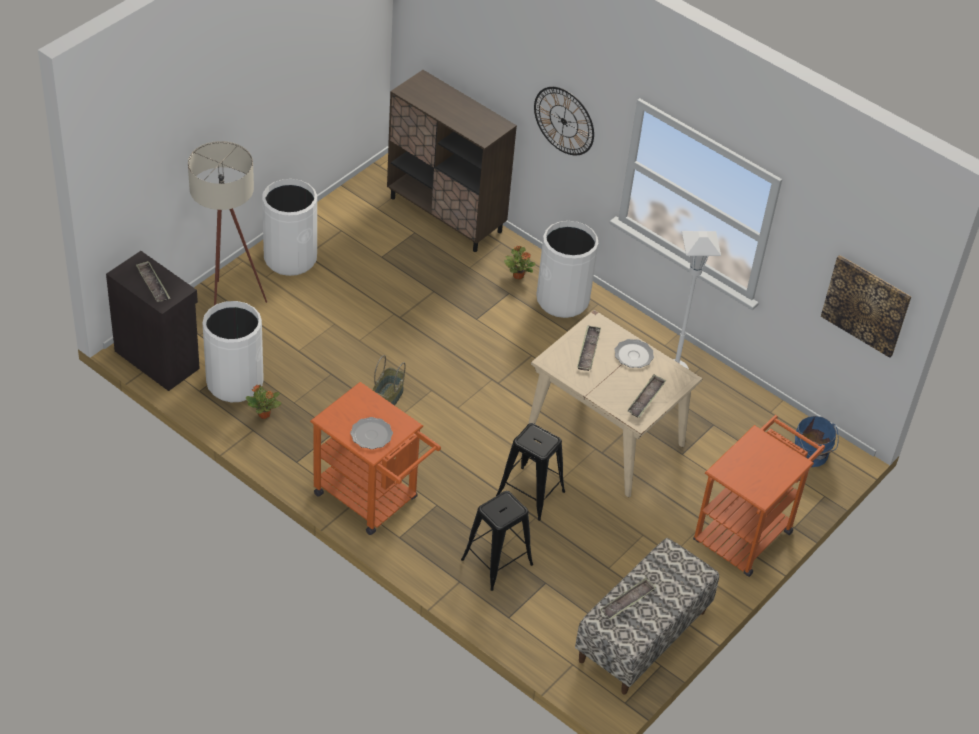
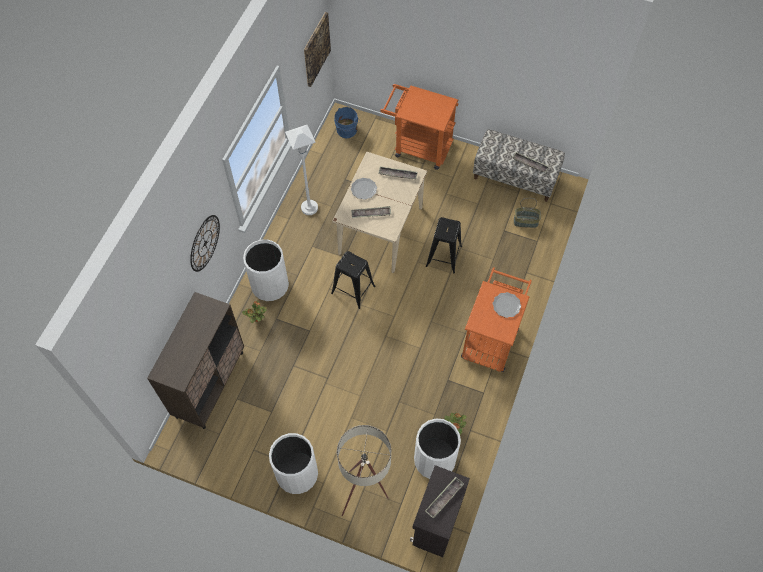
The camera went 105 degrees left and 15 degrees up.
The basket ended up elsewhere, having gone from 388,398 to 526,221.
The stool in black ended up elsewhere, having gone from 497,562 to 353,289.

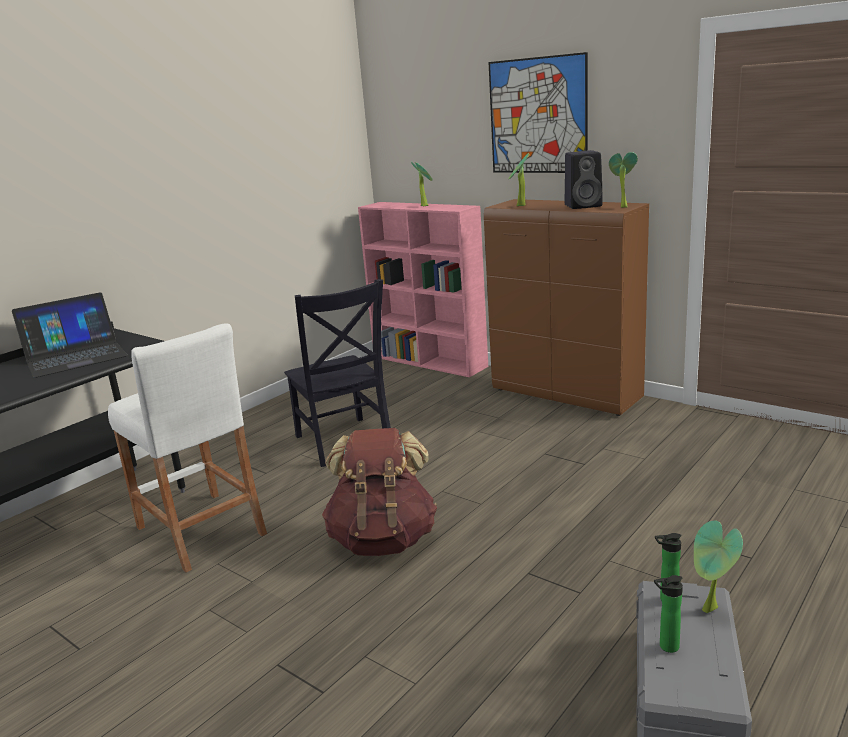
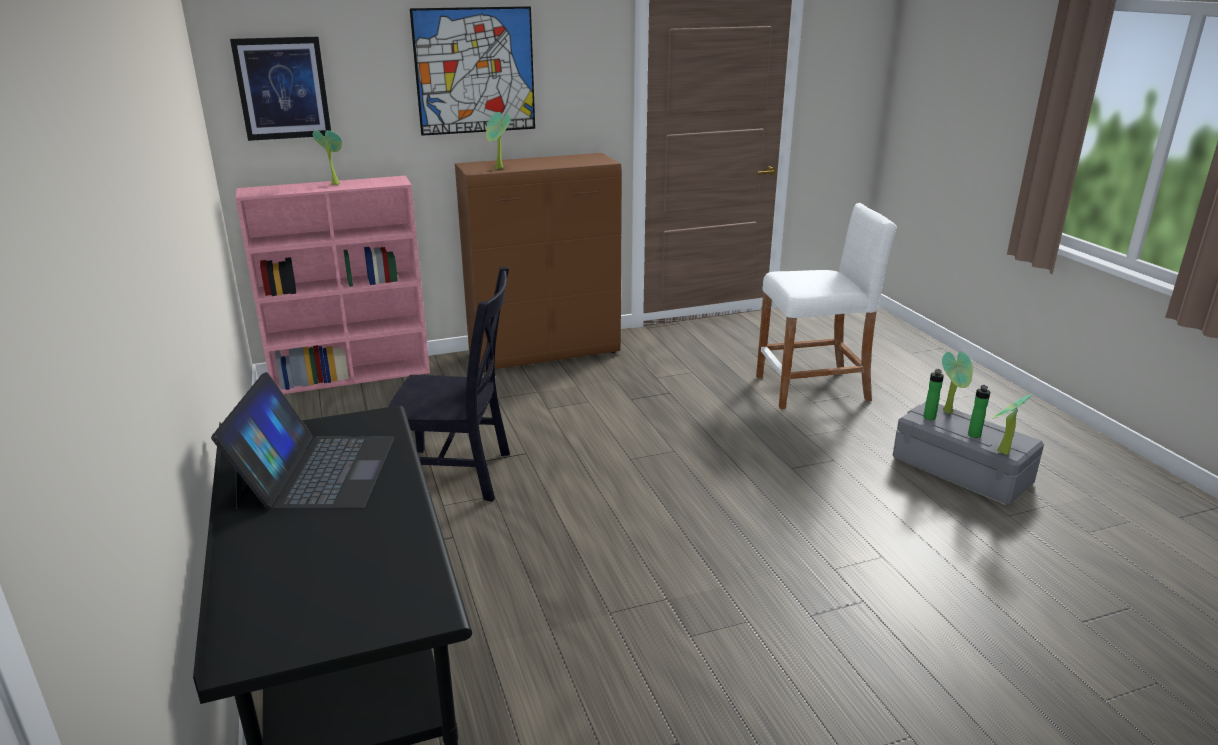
The camera went 60 degrees left and 5 degrees up.
The second view lost the backpack in brown at 383,539.
The second view lost the speaker in black at 584,206.
The second view gained the picture at 282,88.
The stool in white ended up elsewhere, having gone from 201,530 to 812,389.
The potted plant ended up elsewhere, having gone from 622,207 to 1001,452.

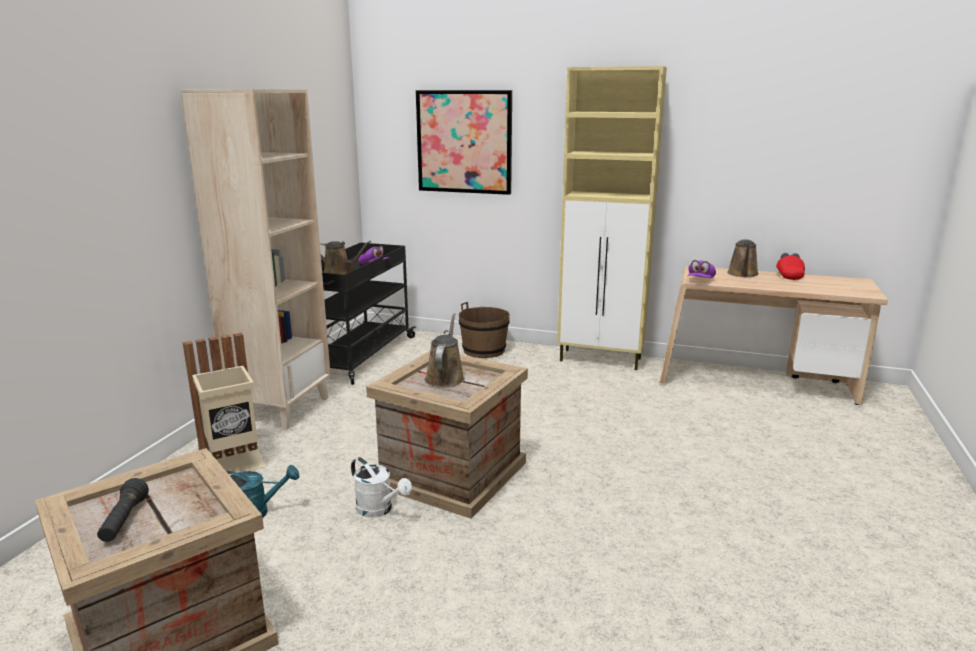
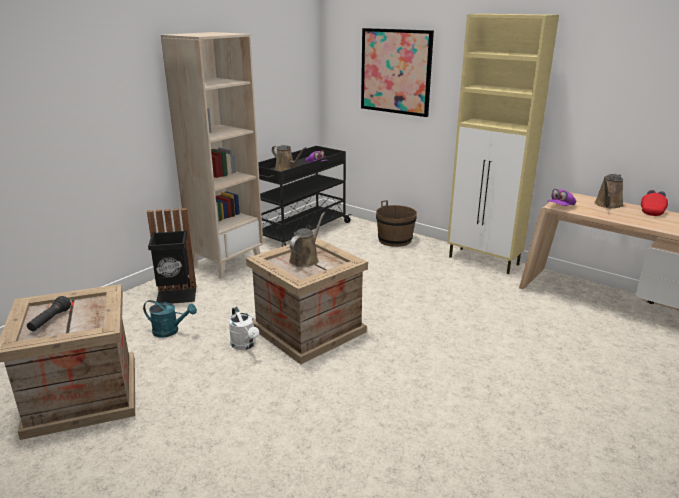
The camera went 20 degrees right and 5 degrees up.
What was the trash can in beige at 234,464 turned into the trash can in black at 176,296.

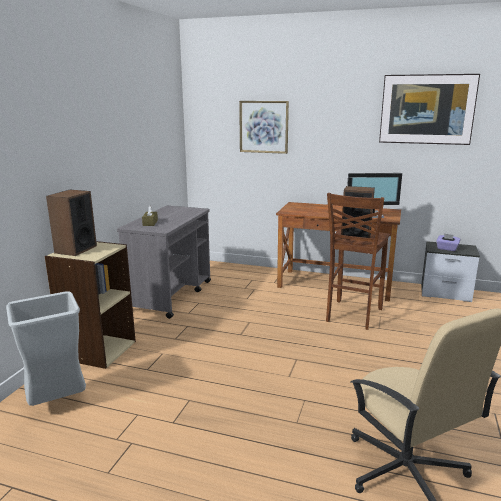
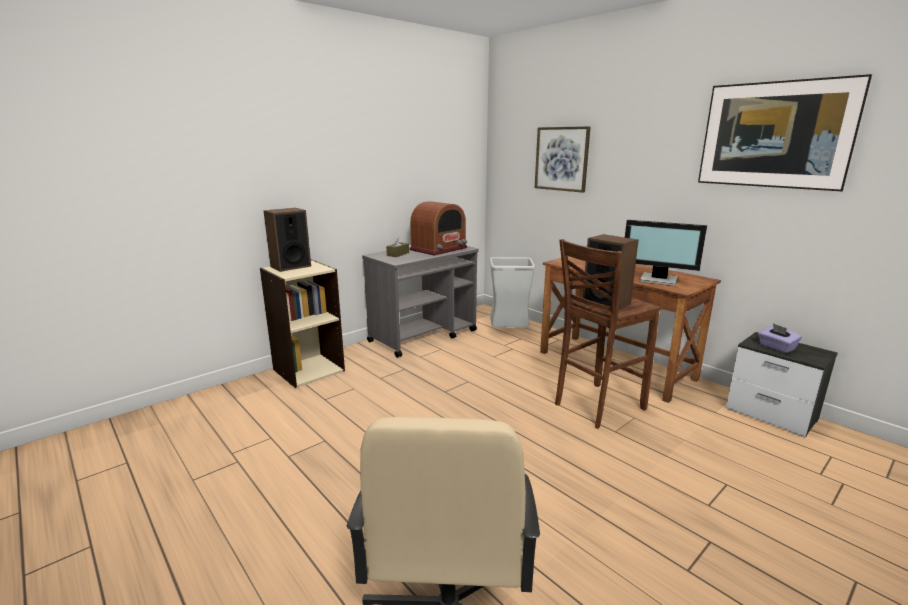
The camera went 30 degrees right and 0 degrees up.
The second view gained the radio at 439,249.
The trash can in grey ended up elsewhere, having gone from 58,403 to 509,334.

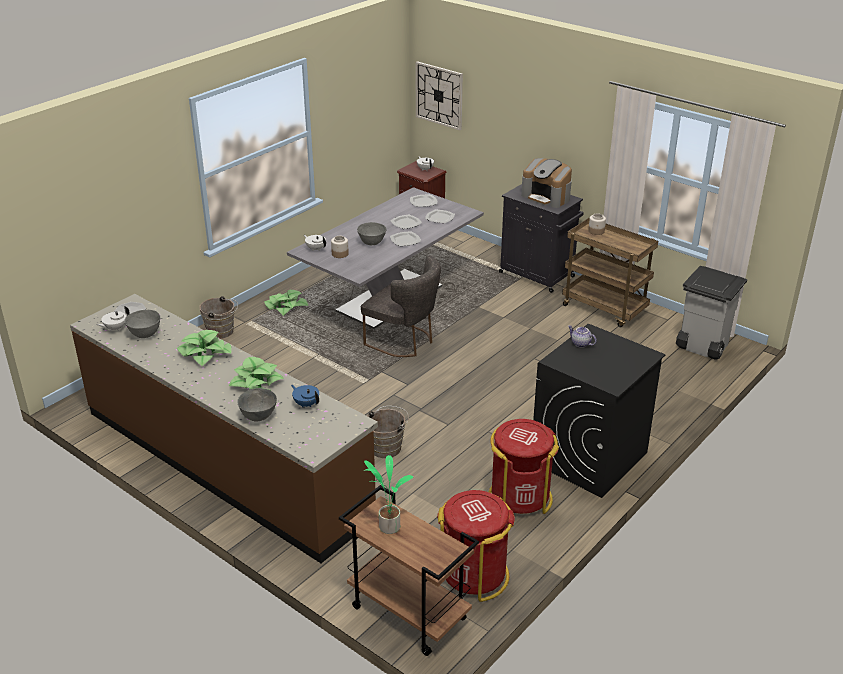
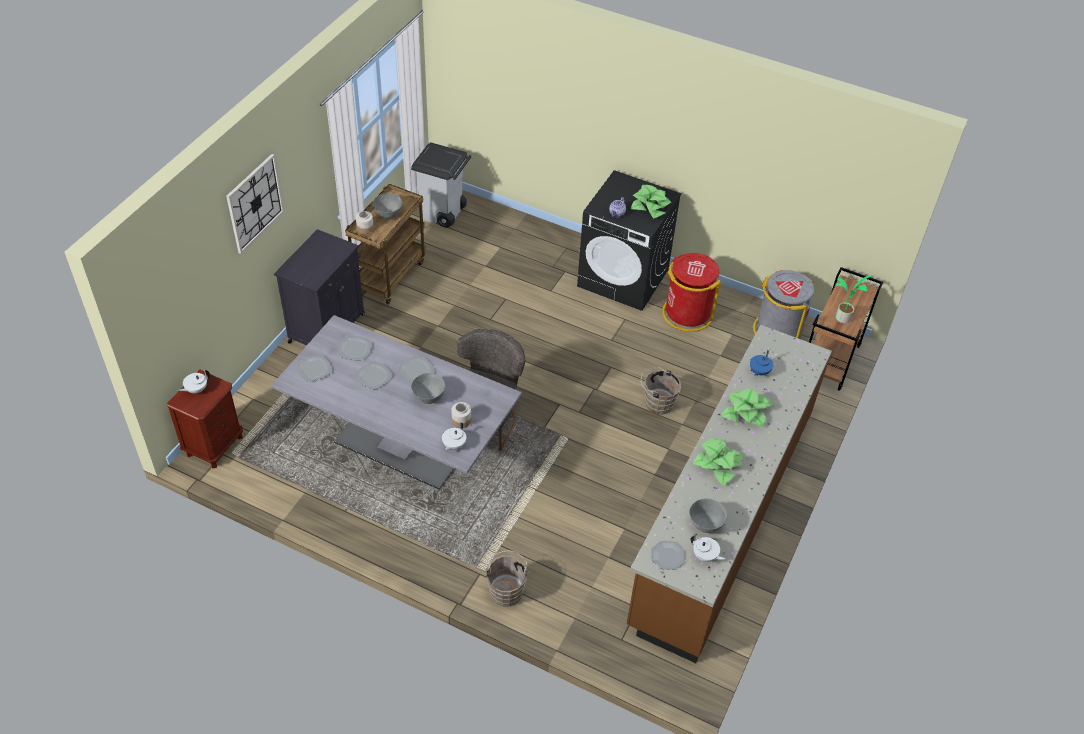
The camera went 105 degrees left and 15 degrees up.
The second view lost the coffee machine at 546,197.
The bowl in grey ended up elsewhere, having gone from 258,417 to 388,215.
The potted plant ended up elsewhere, having gone from 286,307 to 650,206.
The wall clock ended up elsewhere, having gone from 439,95 to 255,203.
What was the trash can in red at 474,575 turned into the trash can in grey at 777,330.

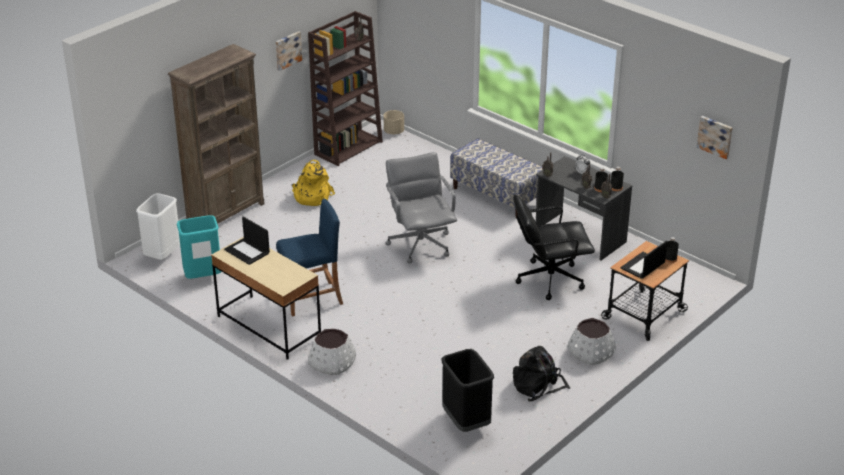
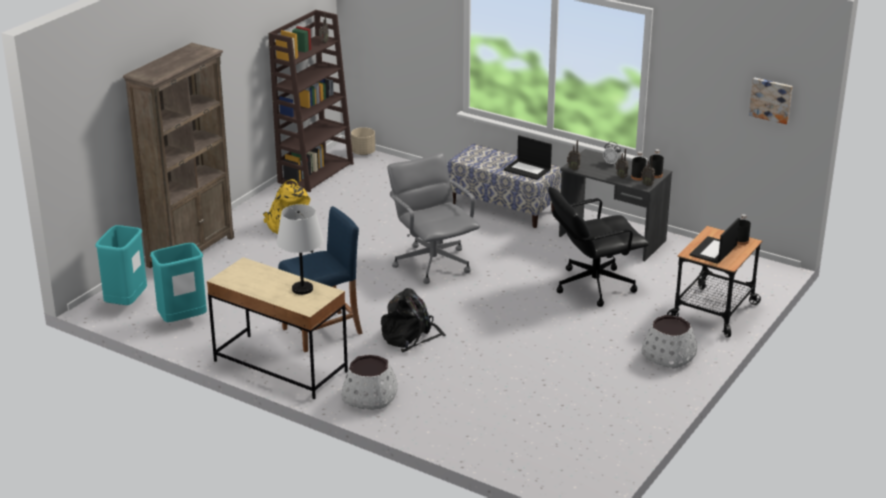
The camera went 10 degrees left and 5 degrees down.
The second view lost the picture at 287,50.
The second view lost the trash can in black at 466,422.
The second view gained the table lamp in white at 302,289.
The laptop ended up elsewhere, having gone from 247,251 to 528,170.
The backpack in black ended up elsewhere, having gone from 538,386 to 410,337.
What was the trash can in white at 163,256 turned into the trash can in turquoise at 126,303.

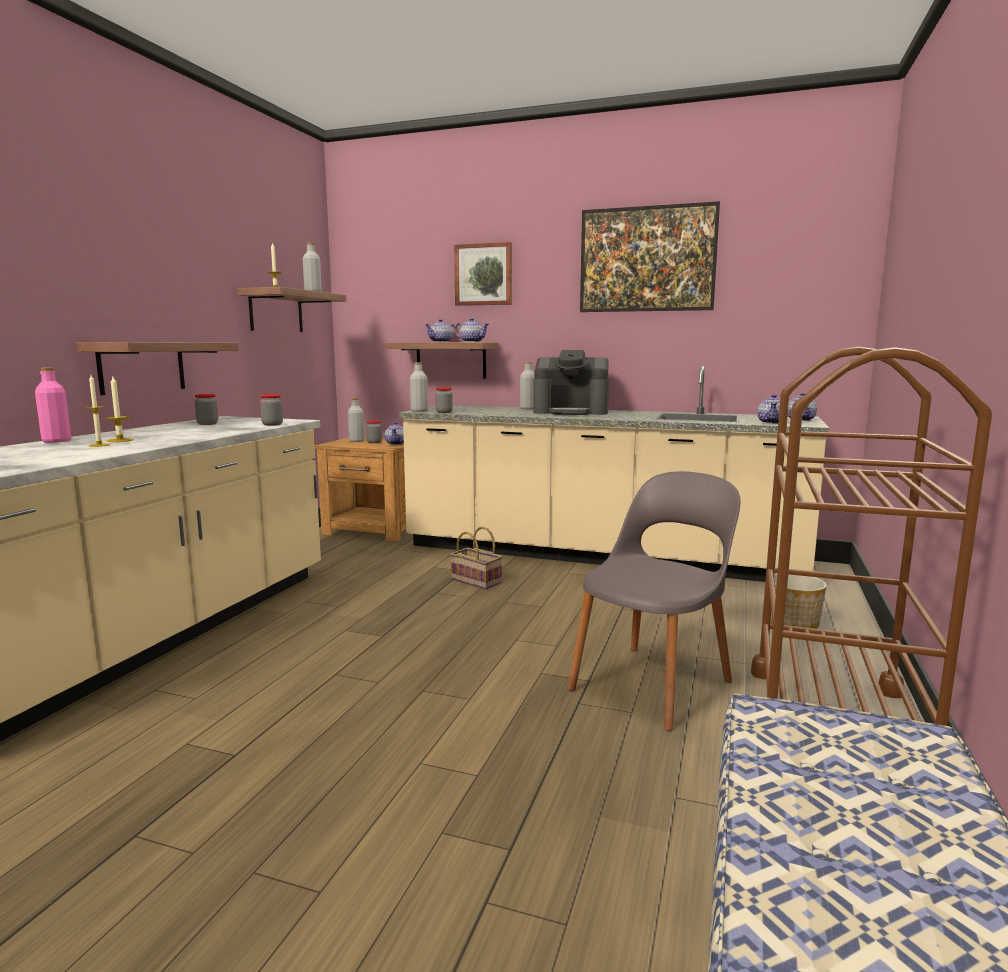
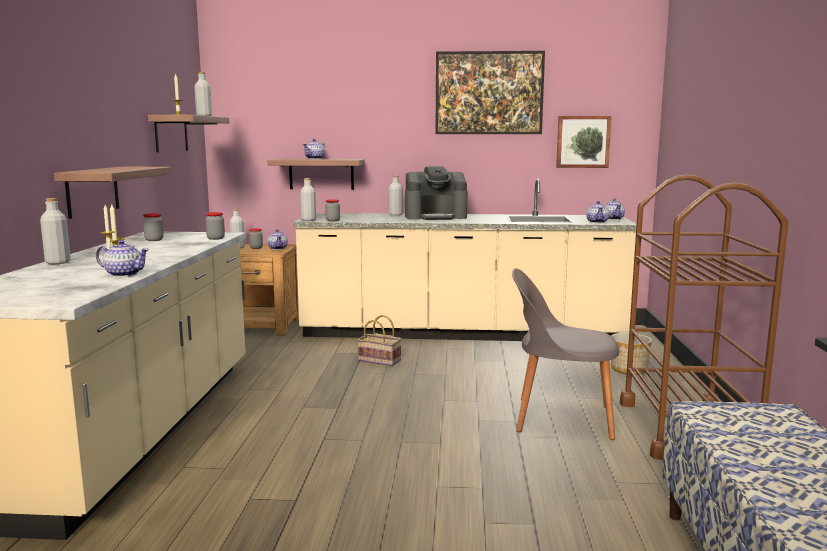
The camera went 15 degrees left and 0 degrees up.
The picture ended up elsewhere, having gone from 484,274 to 583,142.
The teapot ended up elsewhere, having gone from 471,342 to 124,274.
What was the bottle in pink at 56,441 turned into the bottle in grey at 58,262.
The chair in grey at 653,683 ended up facing another way, 105 degrees counterclockwise from before.

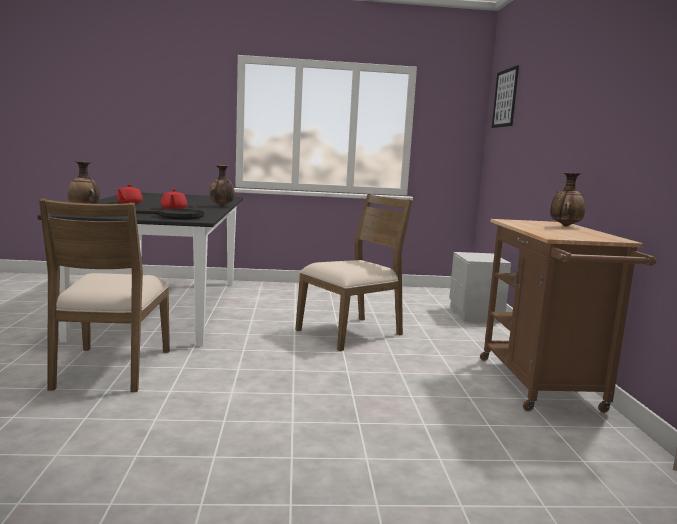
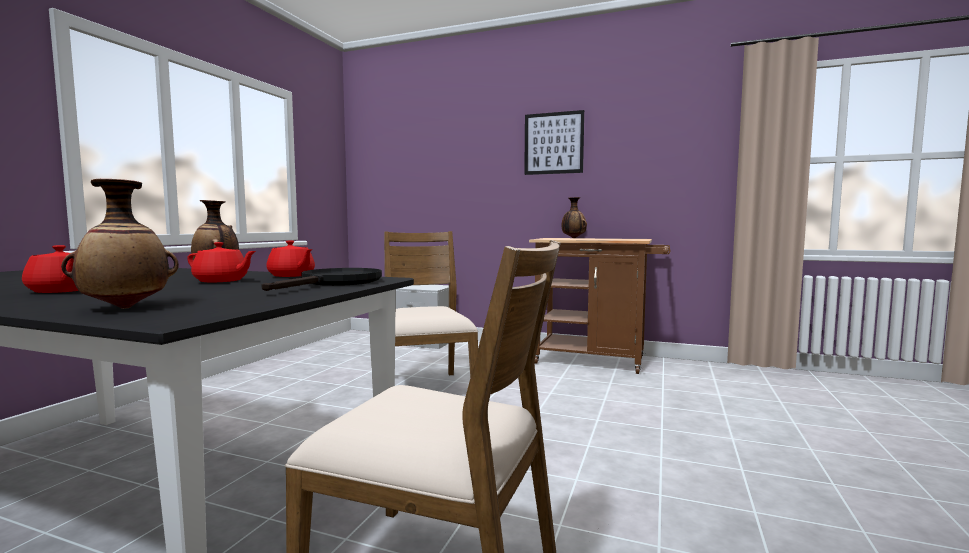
The camera went 65 degrees left and 5 degrees down.
The second view gained the teapot in red at 291,276.
The picture ended up elsewhere, having gone from 505,98 to 553,143.

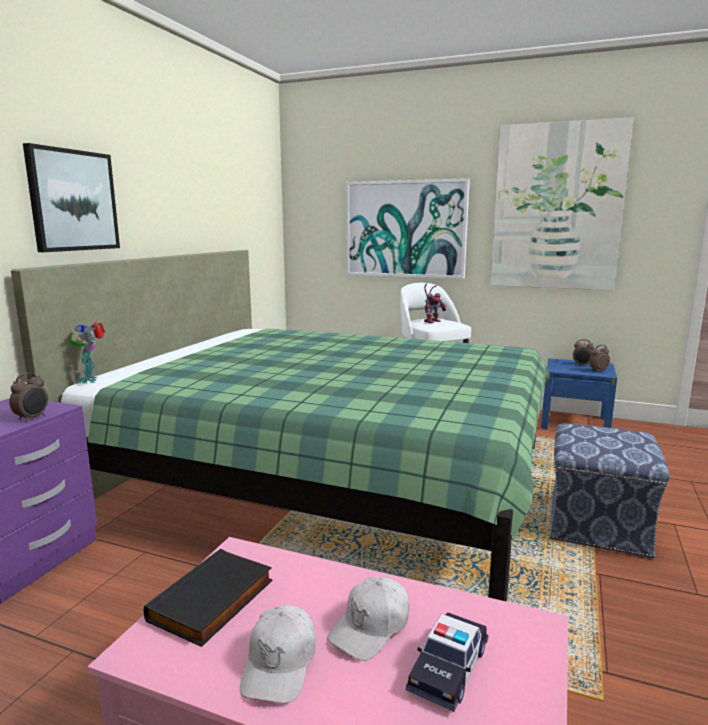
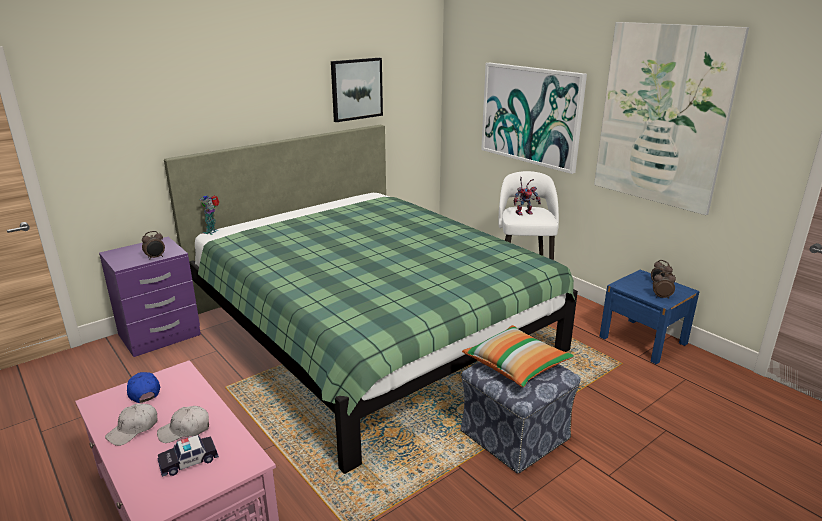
The camera went 30 degrees right and 10 degrees up.
The second view gained the pillow at 516,366.
The picture ended up elsewhere, having gone from 73,200 to 356,89.
Where the book in black stood at 213,601, the cap in blue came to stand at 143,391.

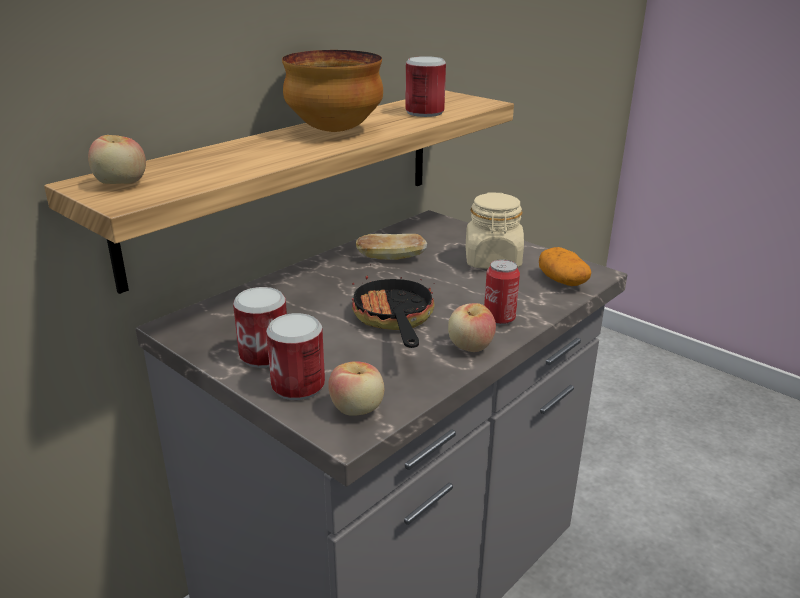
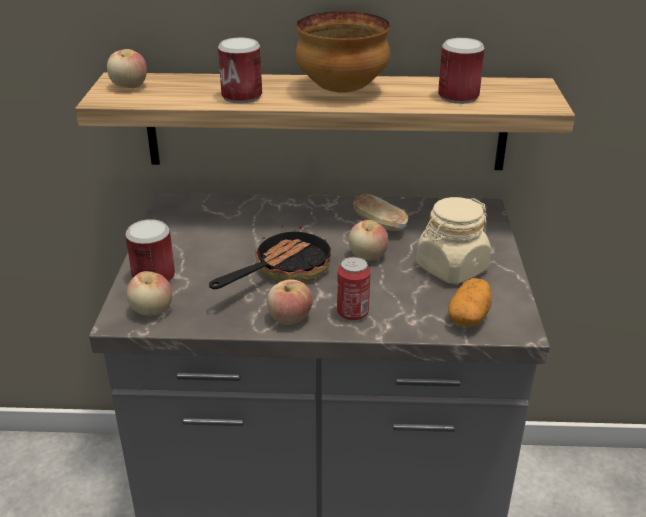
The camera went 50 degrees right and 5 degrees up.
The second view gained the apple at 367,256.
The can ended up elsewhere, having gone from 264,355 to 242,96.

